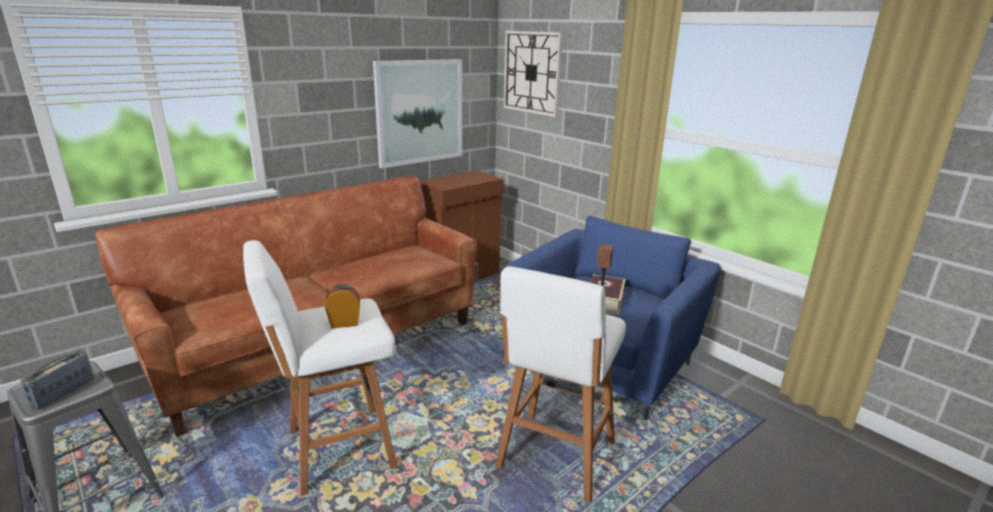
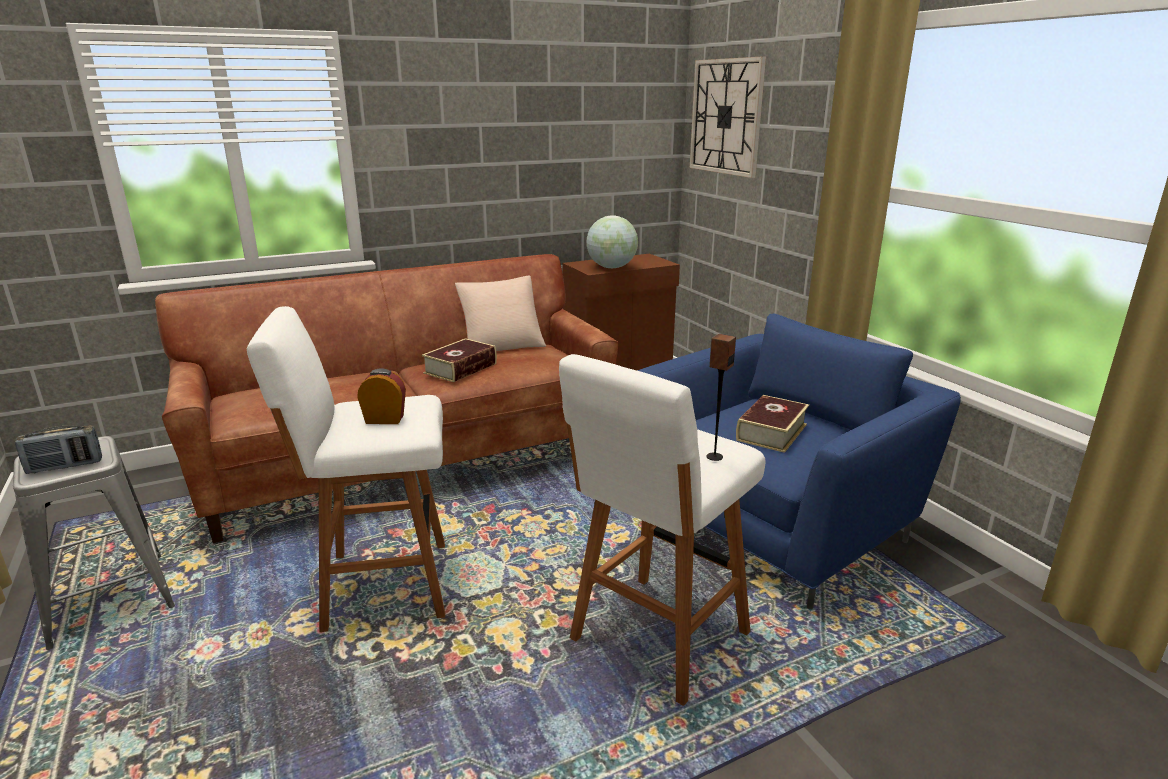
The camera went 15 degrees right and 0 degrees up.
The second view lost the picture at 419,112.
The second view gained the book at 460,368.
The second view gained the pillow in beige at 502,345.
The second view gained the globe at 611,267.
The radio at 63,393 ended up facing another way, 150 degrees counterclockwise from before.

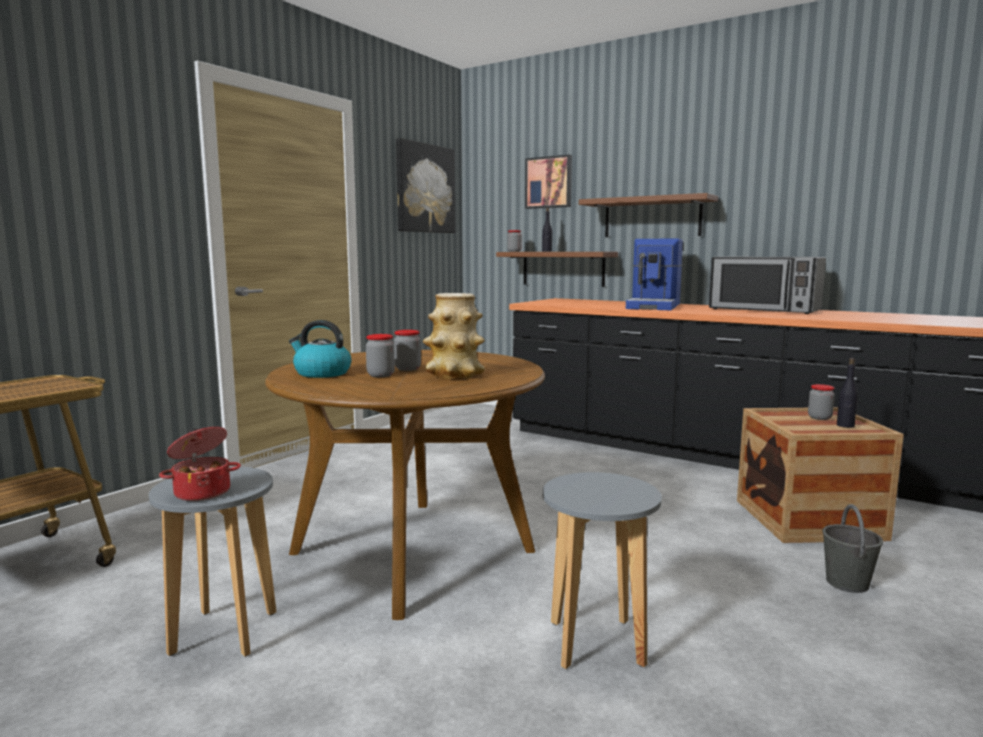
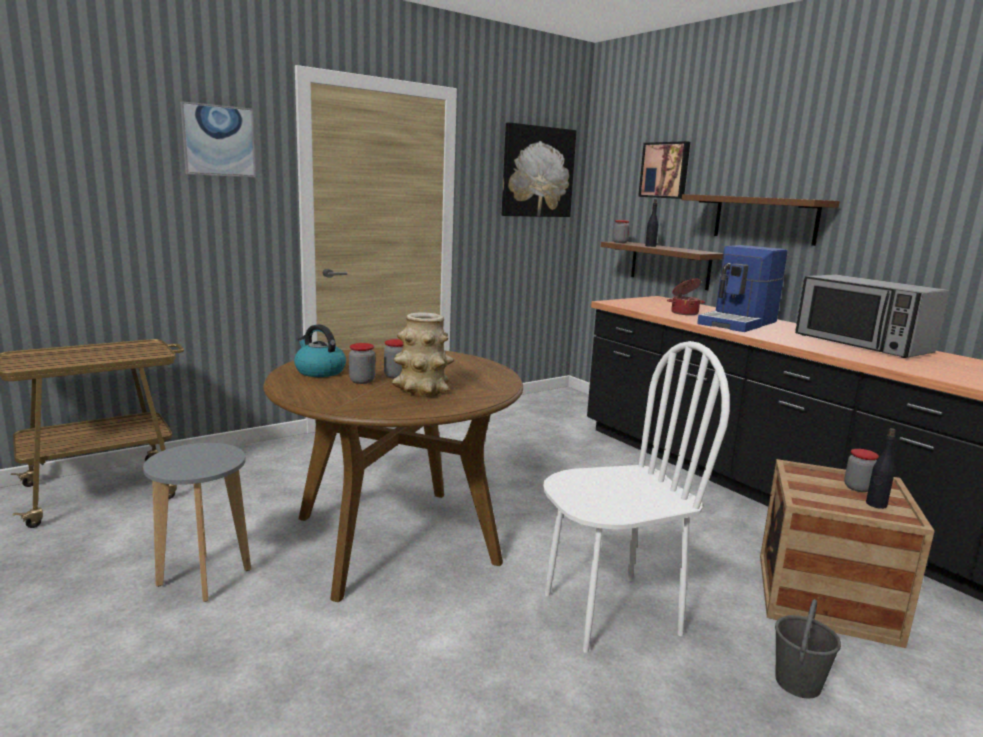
The camera went 20 degrees right and 5 degrees up.
The second view lost the stool in grey at 596,644.
The second view gained the picture at 219,141.
The second view gained the chair in white at 610,613.
The cooking pot ended up elsewhere, having gone from 202,492 to 684,313.

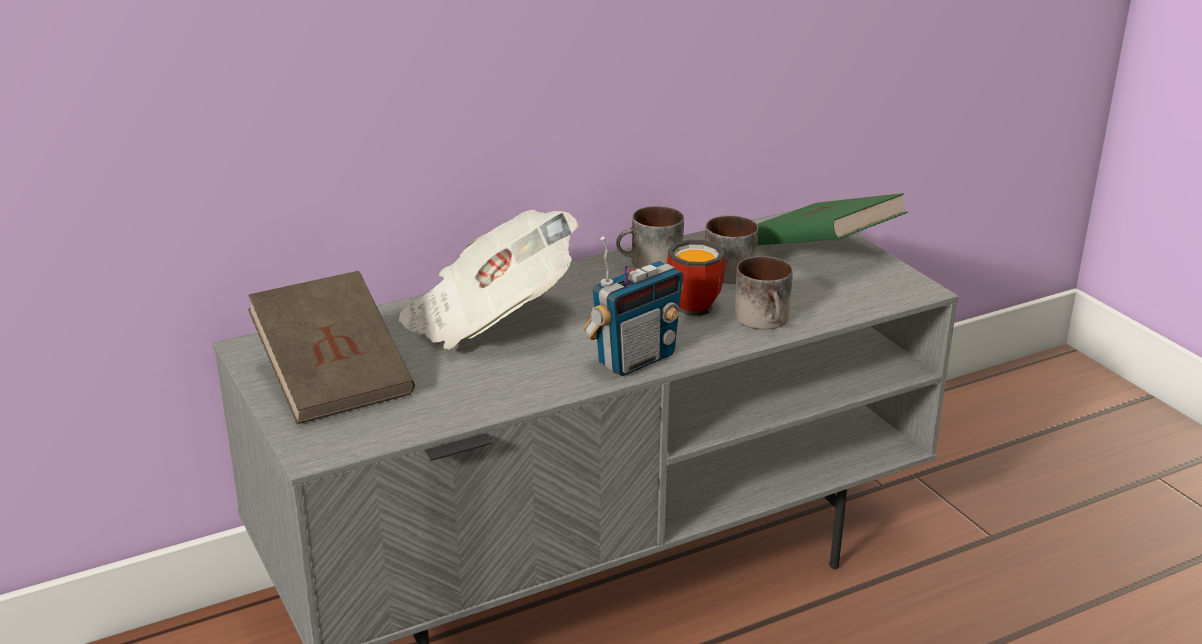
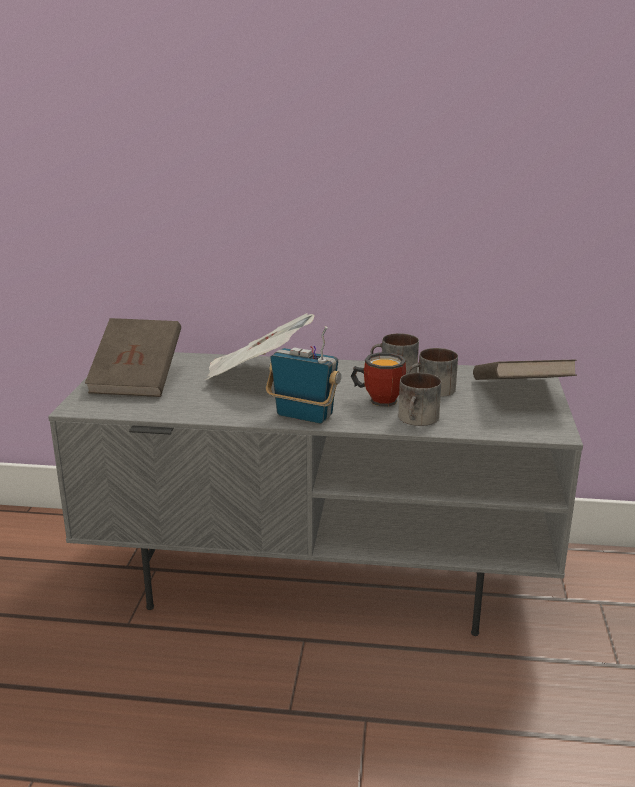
The camera went 35 degrees right and 5 degrees down.
What was the book in green at 822,252 turned into the book in brown at 519,394.
The radio at 635,359 ended up facing another way, 150 degrees counterclockwise from before.

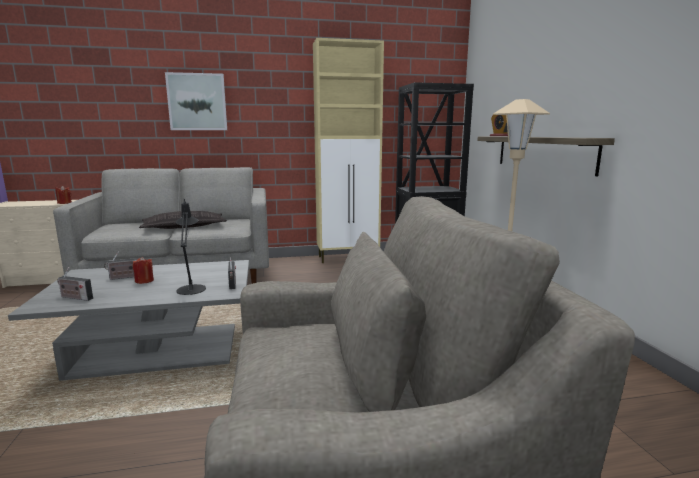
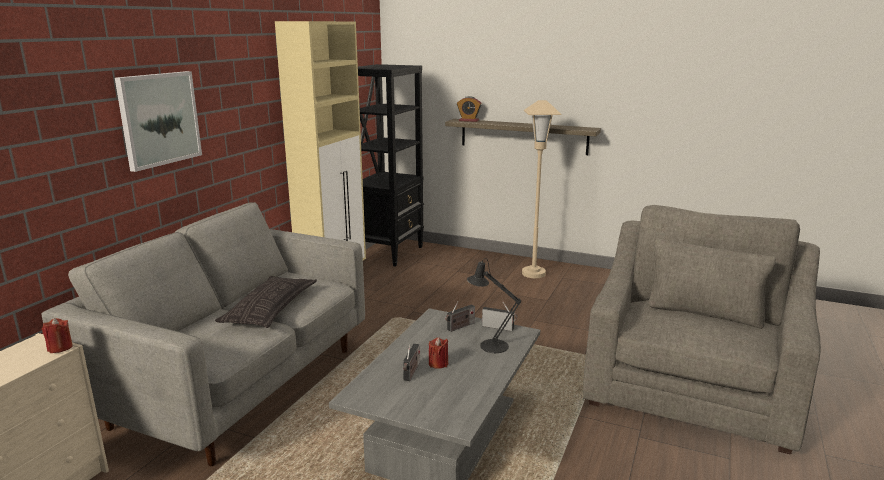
The camera went 55 degrees left and 5 degrees up.
The radio ended up elsewhere, having gone from 75,297 to 460,327.

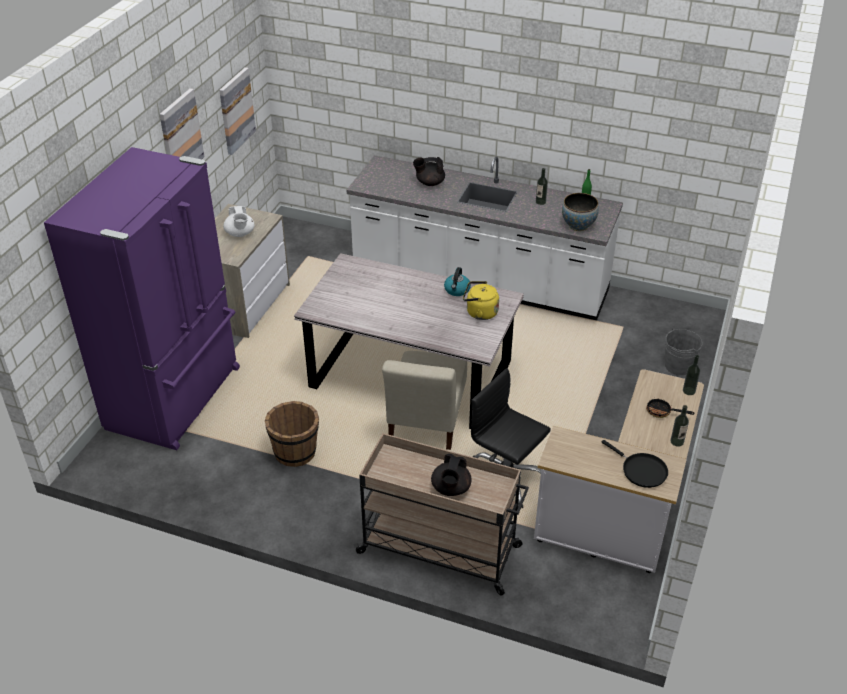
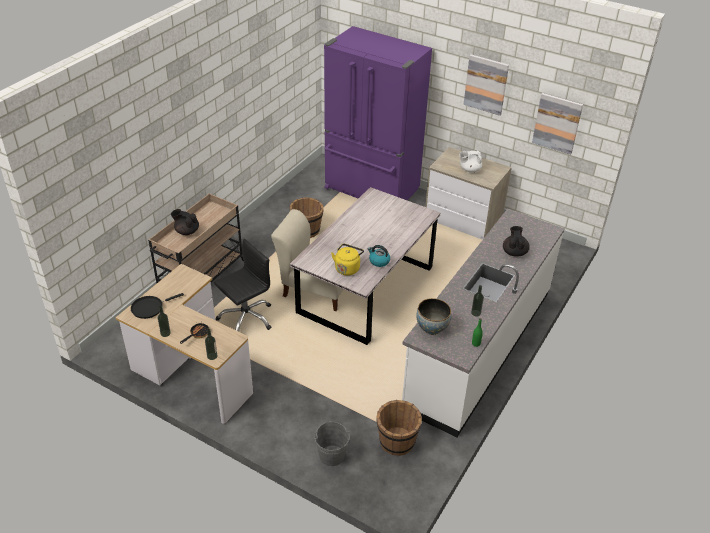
The camera went 100 degrees right and 0 degrees up.
The second view gained the bucket in brown at 396,442.

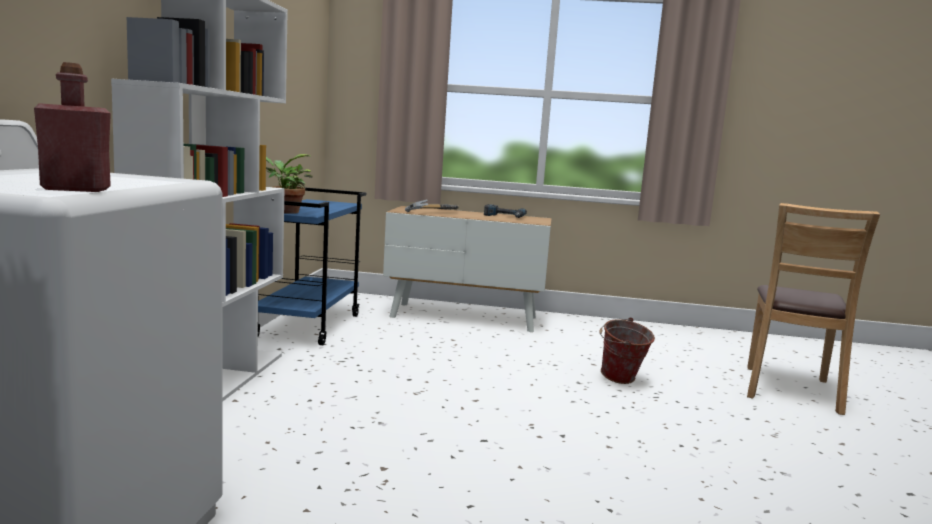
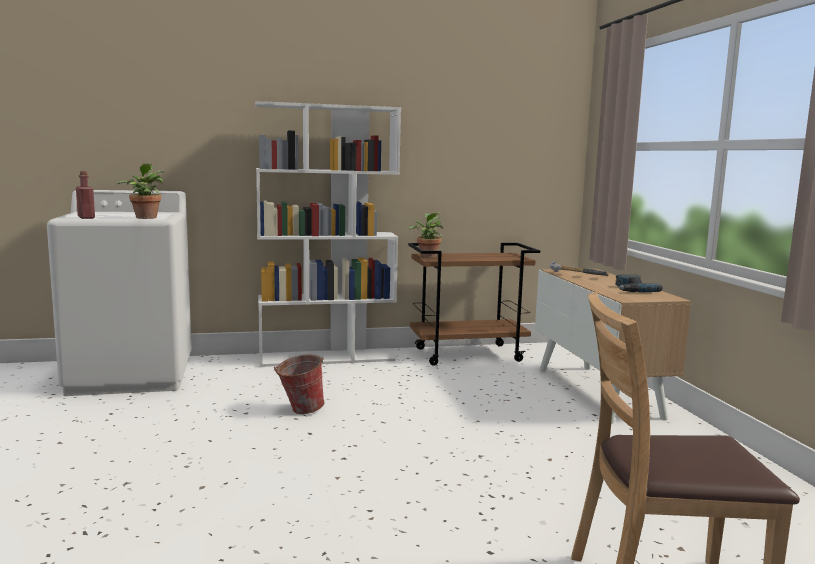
The camera went 70 degrees right and 0 degrees up.
The second view gained the potted plant at 145,217.
The bucket ended up elsewhere, having gone from 620,381 to 300,410.
What was the cart in blue at 308,325 turned into the cart in brown at 468,354.

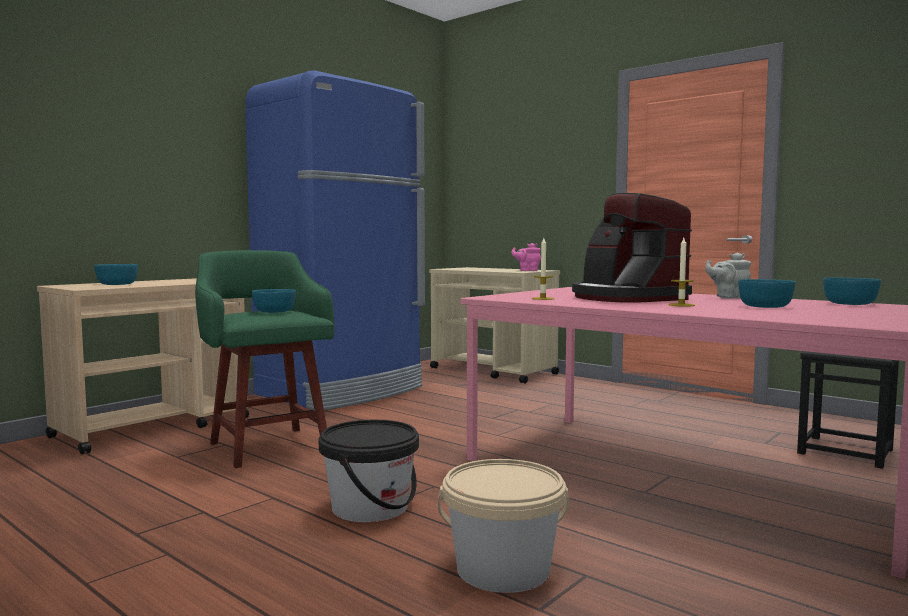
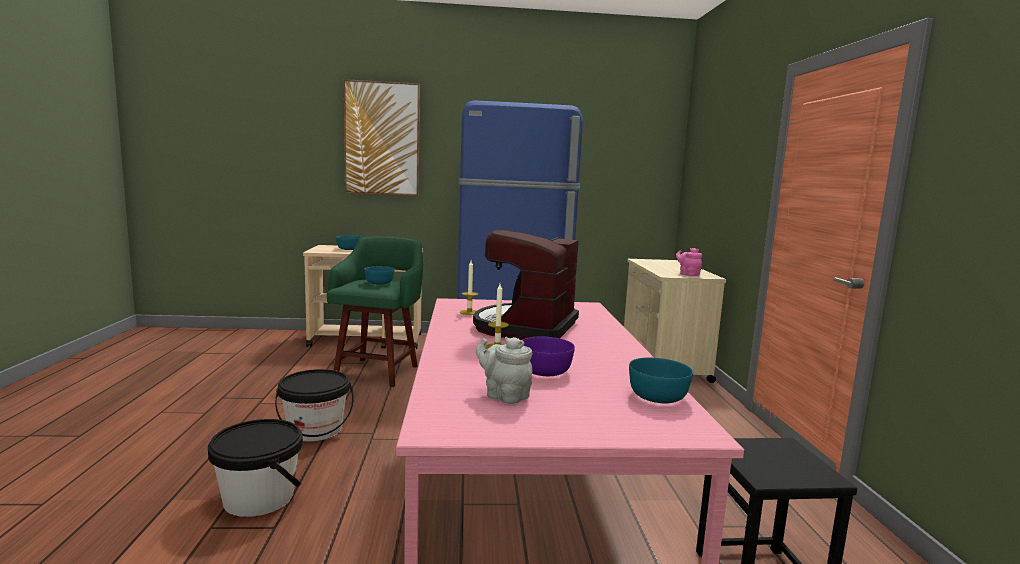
The camera went 45 degrees right and 5 degrees up.
The second view gained the picture at 382,139.
The teapot in grey ended up elsewhere, having gone from 728,297 to 504,395.
What was the bucket in beige at 503,569 turned into the bucket in black at 259,498.
What was the bowl in turquoise at 766,306 turned into the bowl in purple at 544,371.

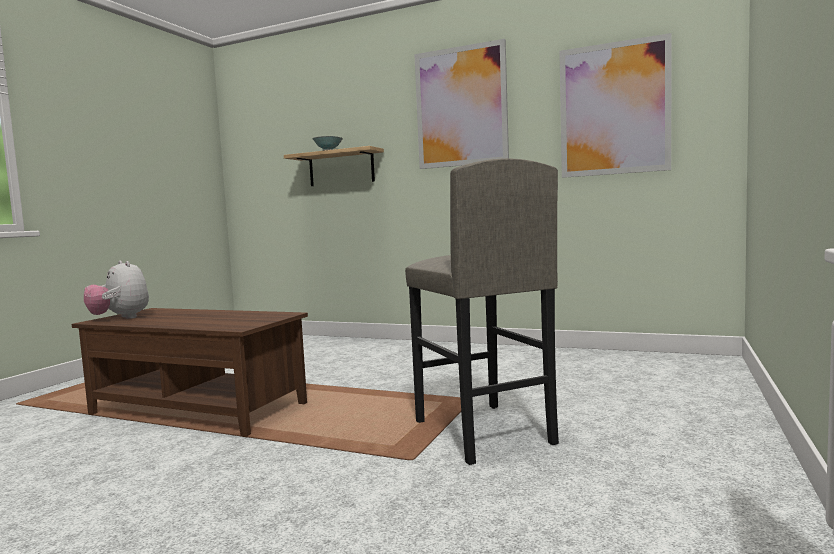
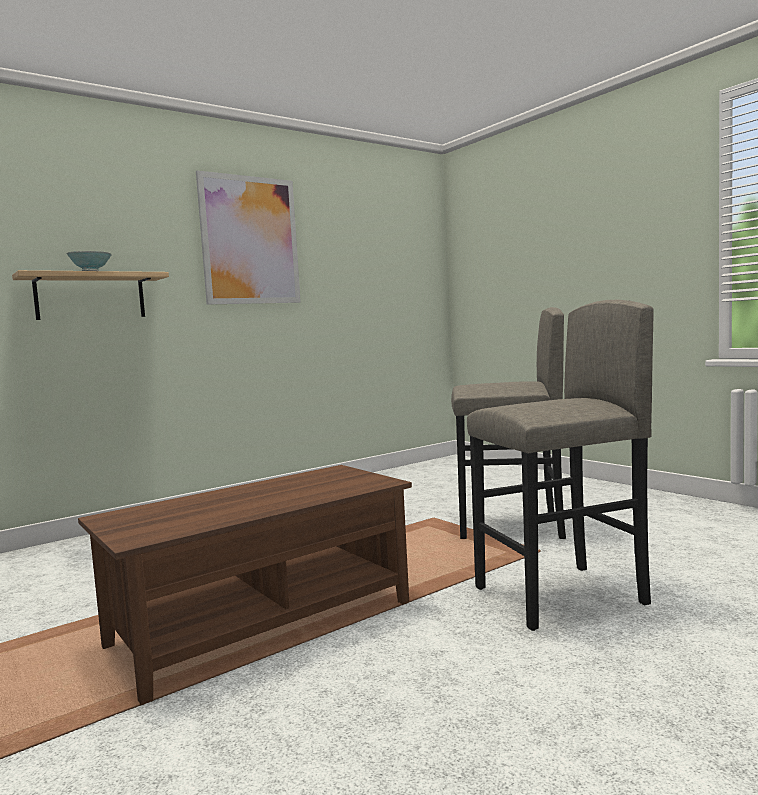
The camera went 60 degrees left and 0 degrees up.
The second view lost the plush toy at 120,318.
The second view lost the picture at 614,109.
The second view gained the stool in grey at 560,596.

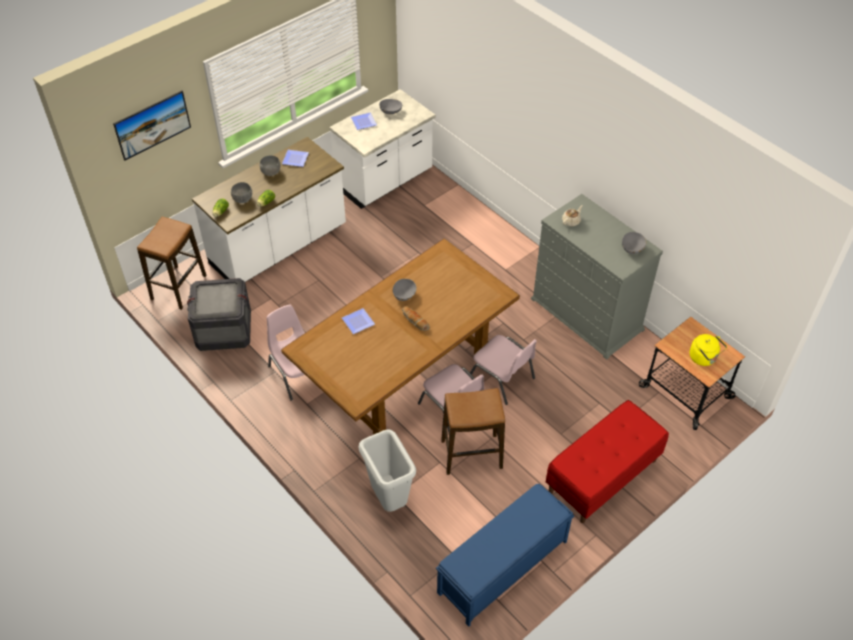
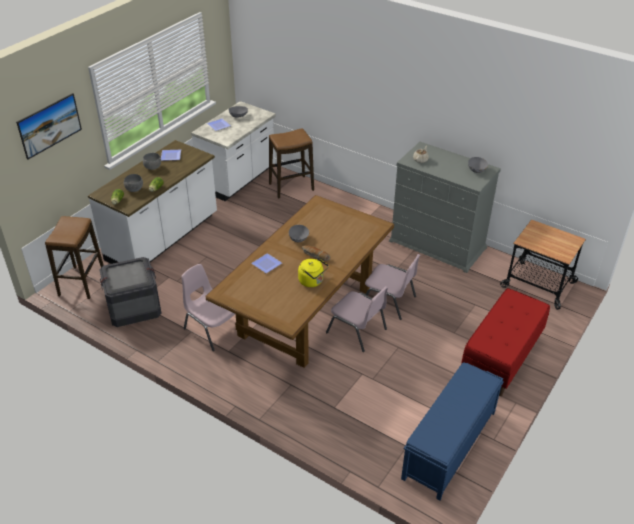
The camera went 15 degrees left and 10 degrees down.
The second view lost the trash can in grey at 390,499.
The stool ended up elsewhere, having gone from 471,454 to 291,187.
The kettle in yellow ended up elsewhere, having gone from 704,358 to 312,281.

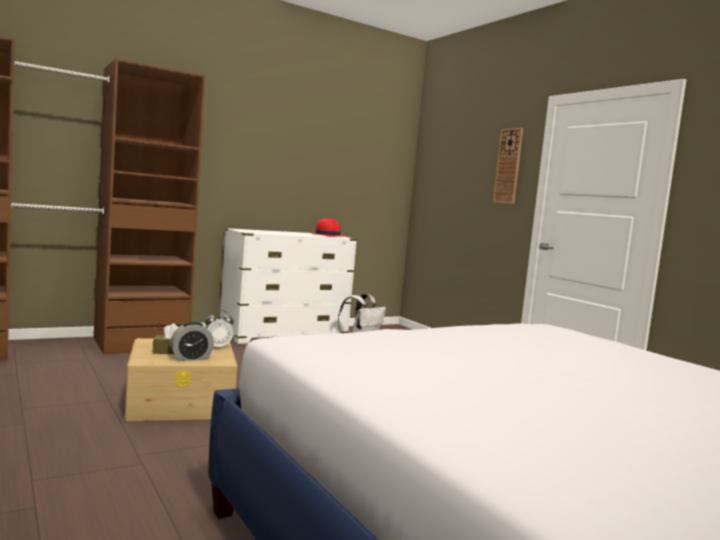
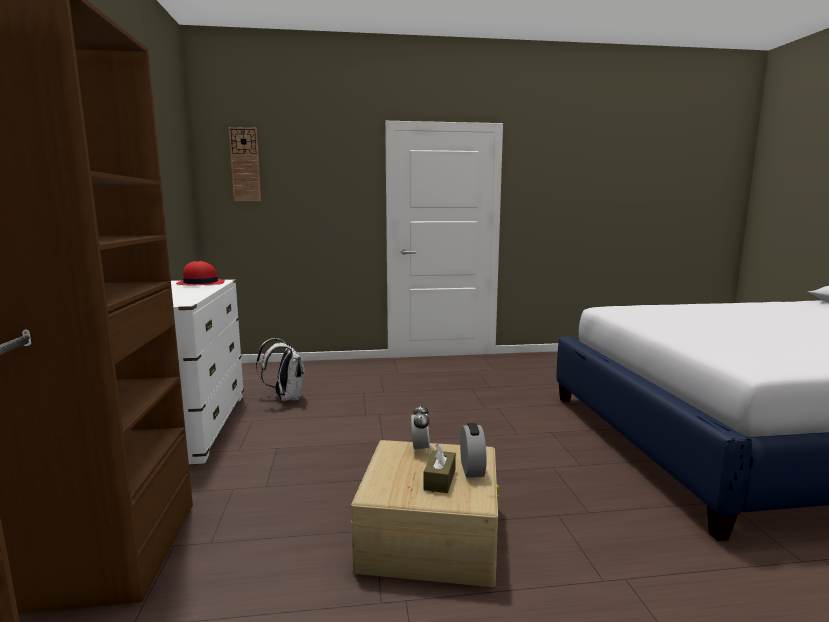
The camera went 65 degrees left and 5 degrees up.
The wall clock ended up elsewhere, having gone from 508,166 to 245,164.

